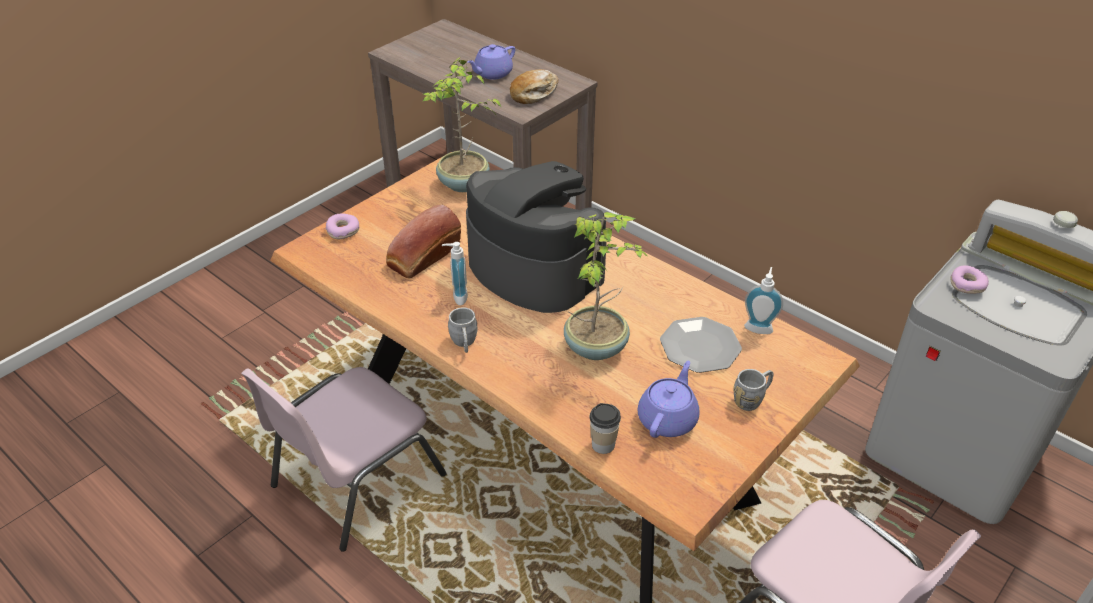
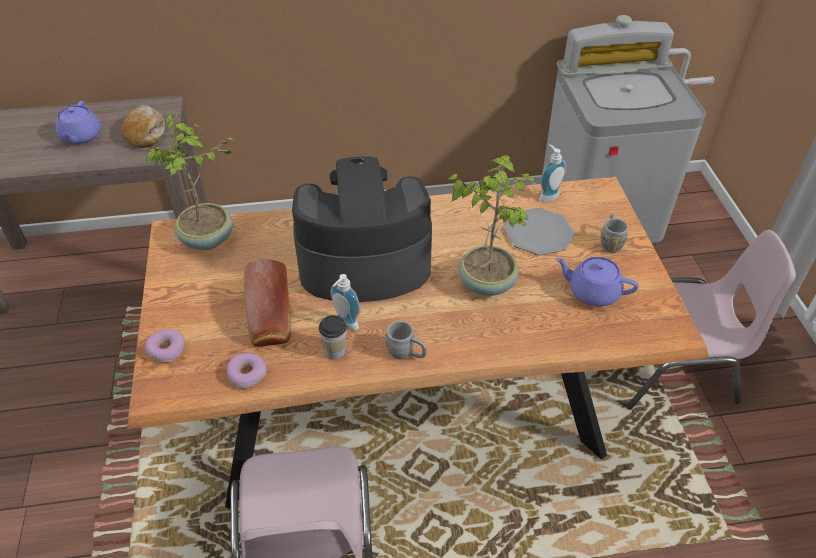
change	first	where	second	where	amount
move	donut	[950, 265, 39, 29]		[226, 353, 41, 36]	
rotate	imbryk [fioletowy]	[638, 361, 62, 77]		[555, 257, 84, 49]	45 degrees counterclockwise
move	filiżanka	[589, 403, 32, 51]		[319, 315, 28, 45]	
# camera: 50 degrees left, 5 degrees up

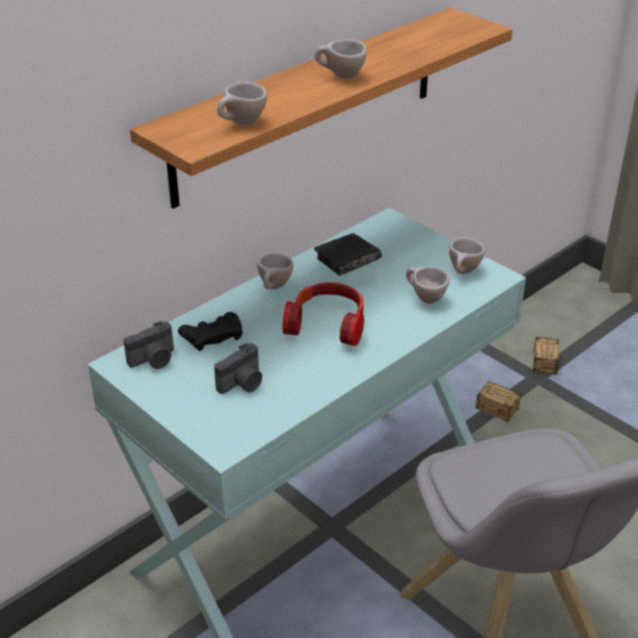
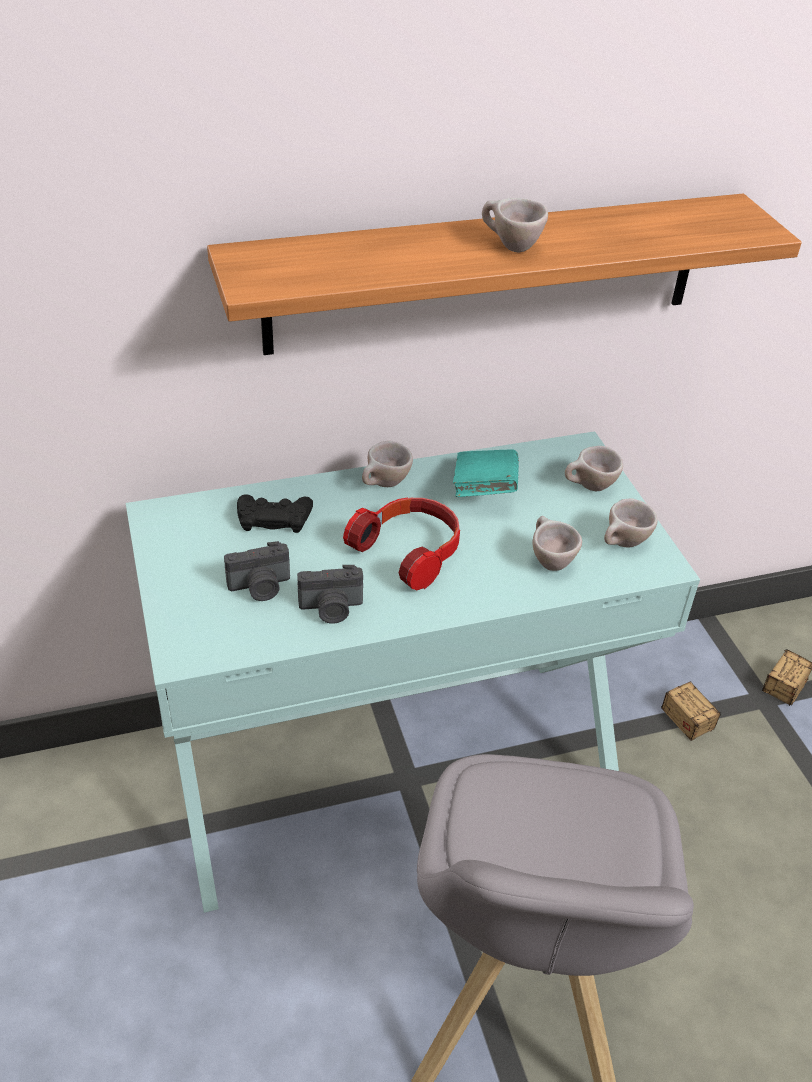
change	first	where	second	where	amount
move	filiżanka [beżowy]	[217, 82, 50, 43]		[565, 446, 58, 45]	
recolor	książka [czarny]	[314, 233, 68, 43]	książka [turkusowy]	[453, 449, 66, 48]	
move	aparat fotograficzny	[123, 321, 51, 48]		[297, 565, 66, 59]	
# camera: 25 degrees right, 5 degrees up

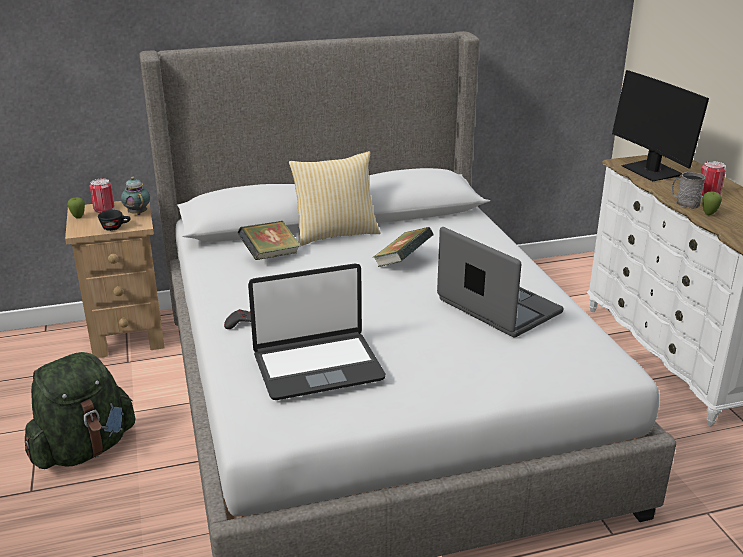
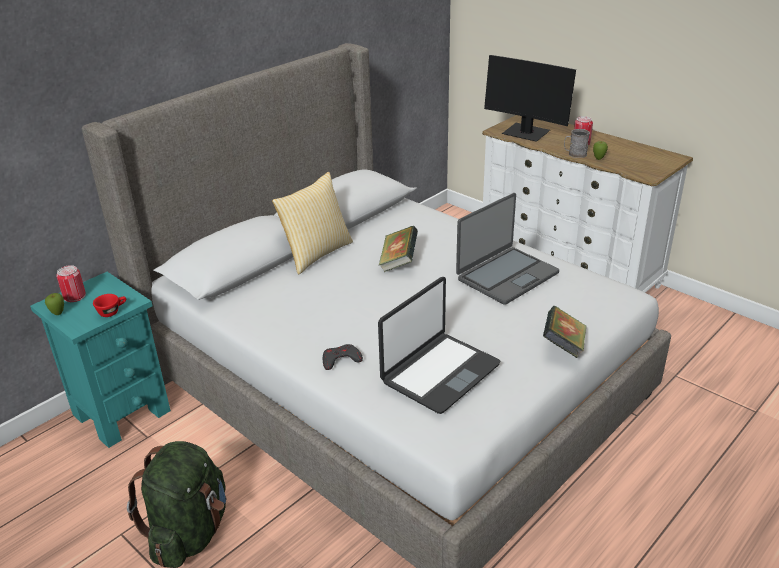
change	first	where	second	where	amount
delete	imbryk	[121, 177, 29, 38]			
recolor	szafka nocna [beżowy]	[65, 201, 100, 157]	szafka nocna [turkusowy]	[30, 272, 141, 176]	
recolor	filiżanka [czarny]	[98, 210, 32, 21]	filiżanka [czerwony]	[93, 294, 33, 23]	
move	książka	[238, 221, 63, 39]		[543, 306, 43, 52]	
rotate	laptop	[437, 227, 126, 111]		[456, 193, 103, 112]	120 degrees clockwise
# camera: 30 degrees left, 5 degrees up

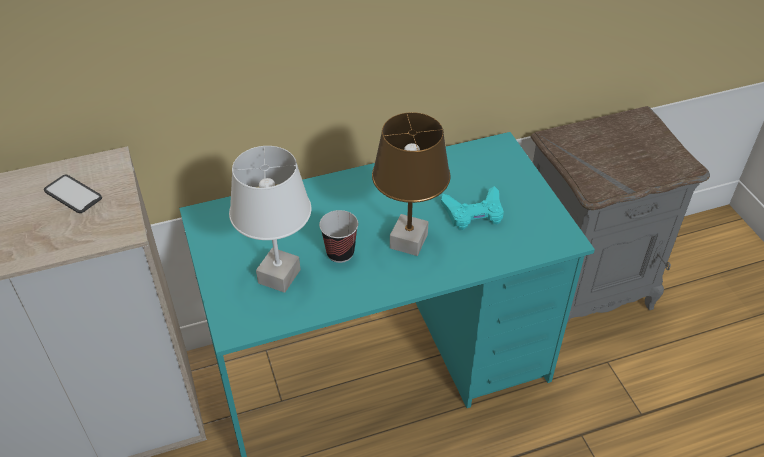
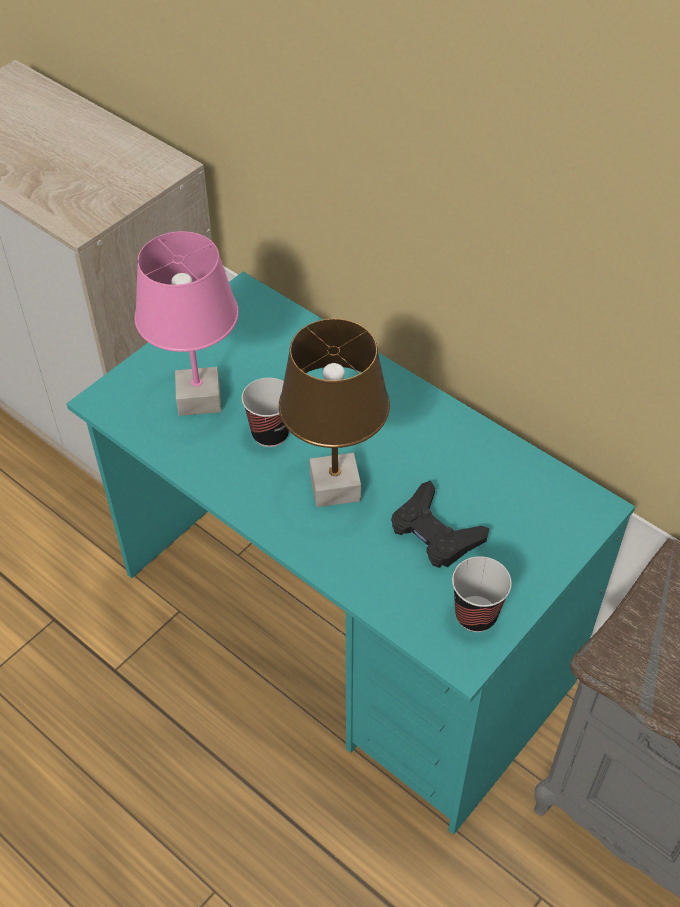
change	first	where	second	where	amount
recolor	lampa stołowa [biały]	[229, 146, 83, 147]	lampa stołowa [różowy]	[135, 231, 104, 185]	
delete	telefon	[44, 175, 58, 38]			
recolor	pad do gier [turkusowy]	[441, 186, 63, 44]	pad do gier [czarny]	[391, 481, 98, 87]	
insert			filiżanka	[452, 556, 60, 76]	
# camera: 60 degrees right, 5 degrees up

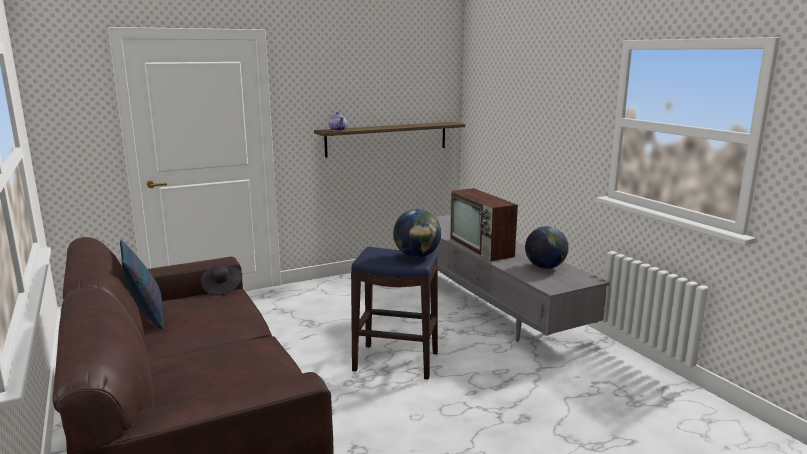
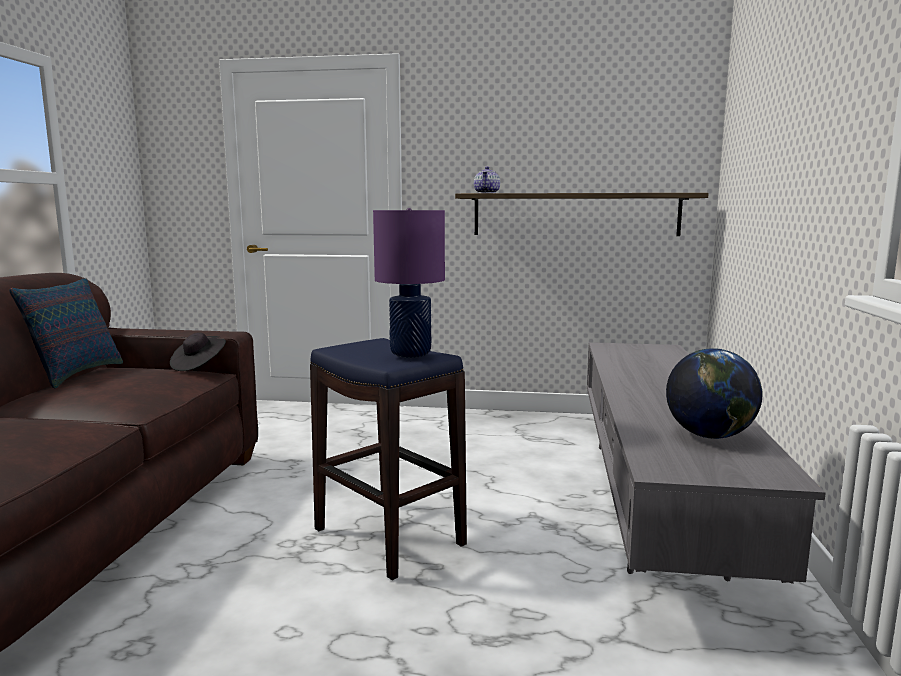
change	first	where	second	where	amount
delete	telewizor	[450, 188, 68, 73]			
replace	globus	[393, 209, 48, 49]	lampa stołowa [fioletowy]	[373, 208, 72, 150]	
# camera: 35 degrees right, 5 degrees down

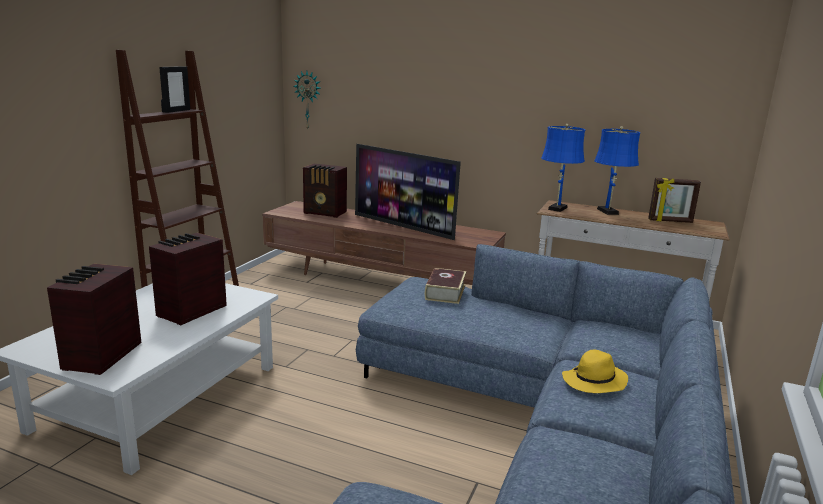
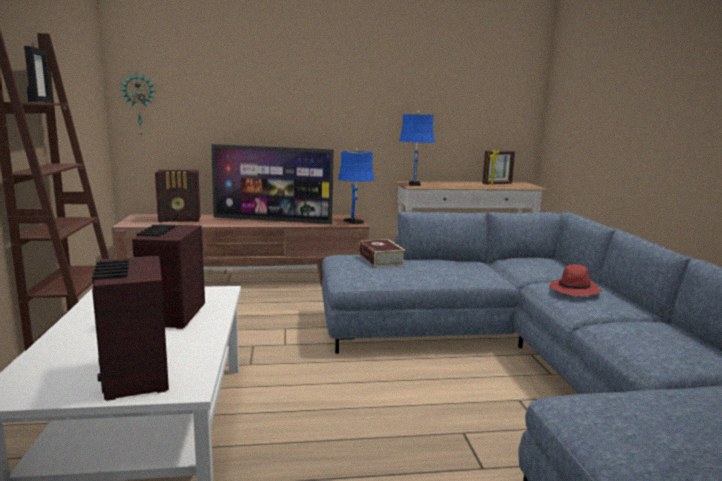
change	first	where	second	where	amount
move	lampa stołowa [niebieski]	[594, 126, 46, 89]		[338, 148, 37, 77]	
recolor	kapelusz [żółty]	[562, 350, 66, 43]	kapelusz [czerwony]	[549, 264, 53, 32]	
# camera: 30 degrees left, 5 degrees down

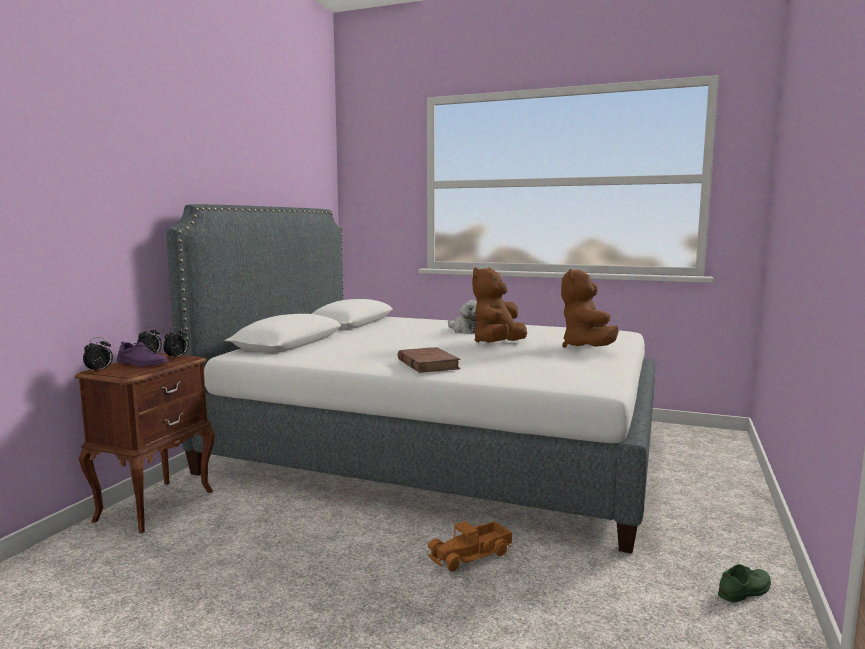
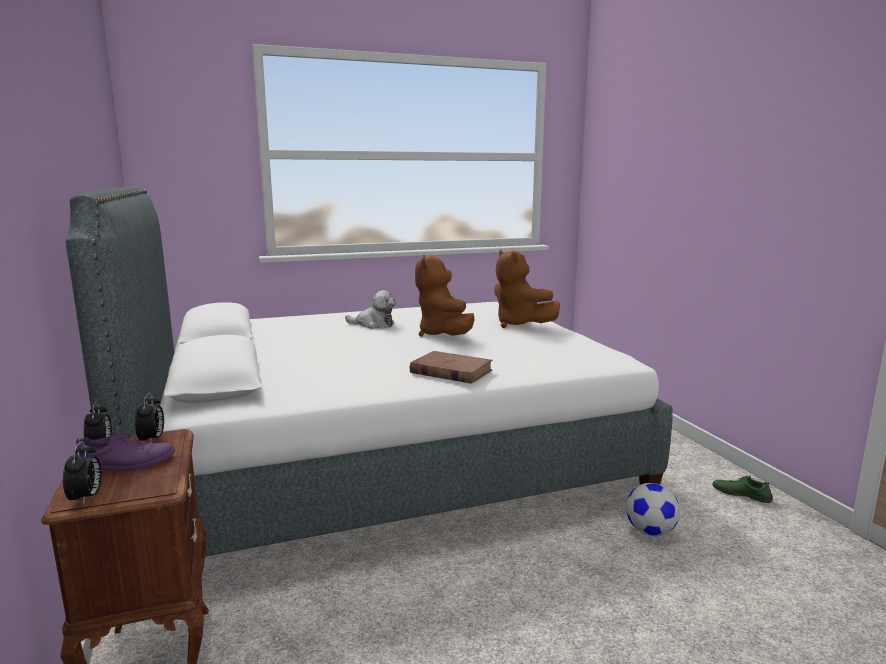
change	first	where	second	where	amount
delete	ciężarówka zabawkowa	[428, 521, 84, 50]			
rotate	but [zielony]	[718, 564, 53, 38]		[712, 476, 61, 27]	75 degrees counterclockwise
insert			piłka futbolowa	[626, 483, 54, 53]	
# camera: 40 degrees left, 5 degrees up

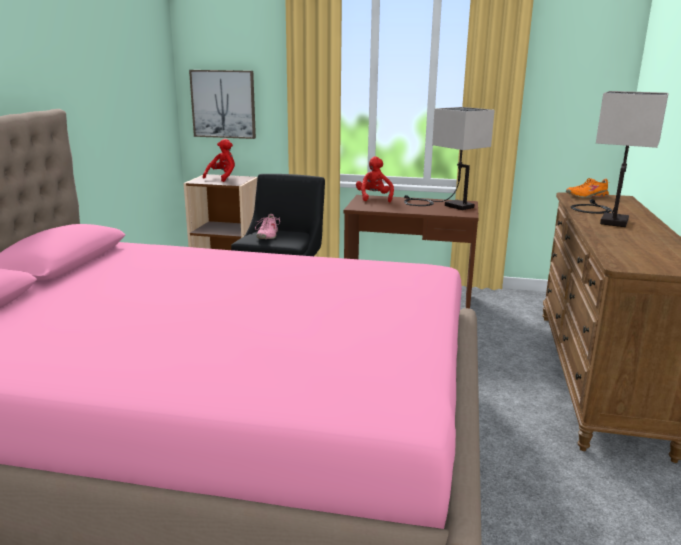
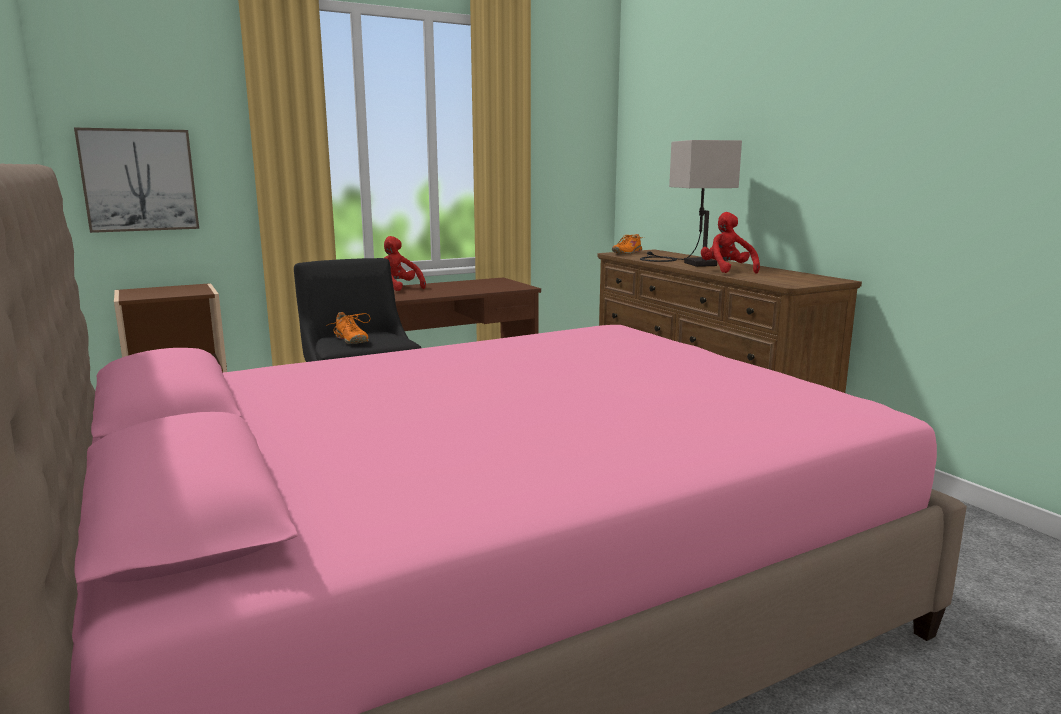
change	first	where	second	where	amount
delete	lampa stołowa	[404, 107, 91, 103]			
move	pluszak [czerwony]	[203, 139, 32, 43]		[701, 212, 59, 61]	
recolor	but [różowy]	[255, 214, 25, 25]	but [pomarańczowy]	[326, 312, 45, 32]	
# camera: 40 degrees left, 5 degrees down

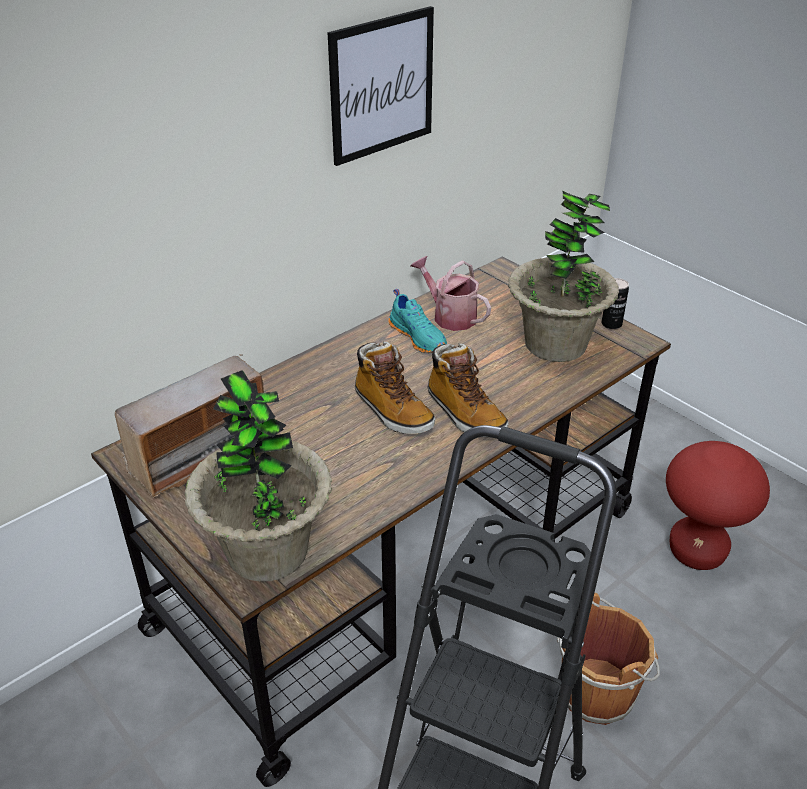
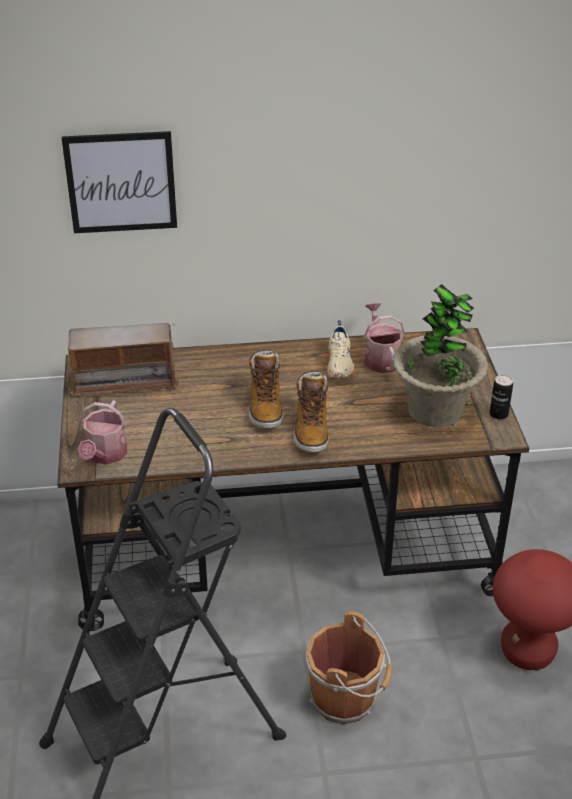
change	first	where	second	where	amount
move	obraz	[327, 6, 107, 160]		[62, 131, 115, 102]	
recolor	but [turkusowy]	[388, 289, 59, 64]	but [beżowy]	[327, 320, 27, 58]	
replace	roślina doniczkowa	[185, 370, 147, 212]	konewka	[77, 400, 50, 65]	
# camera: 35 degrees right, 0 degrees up

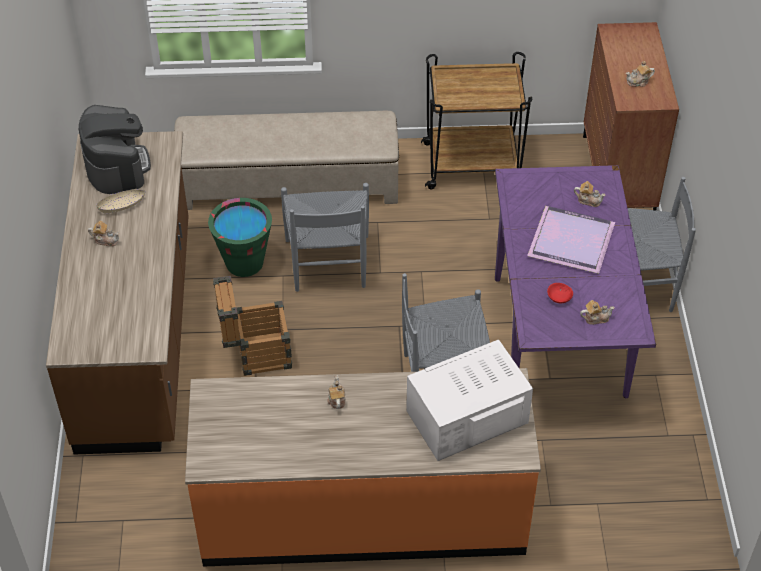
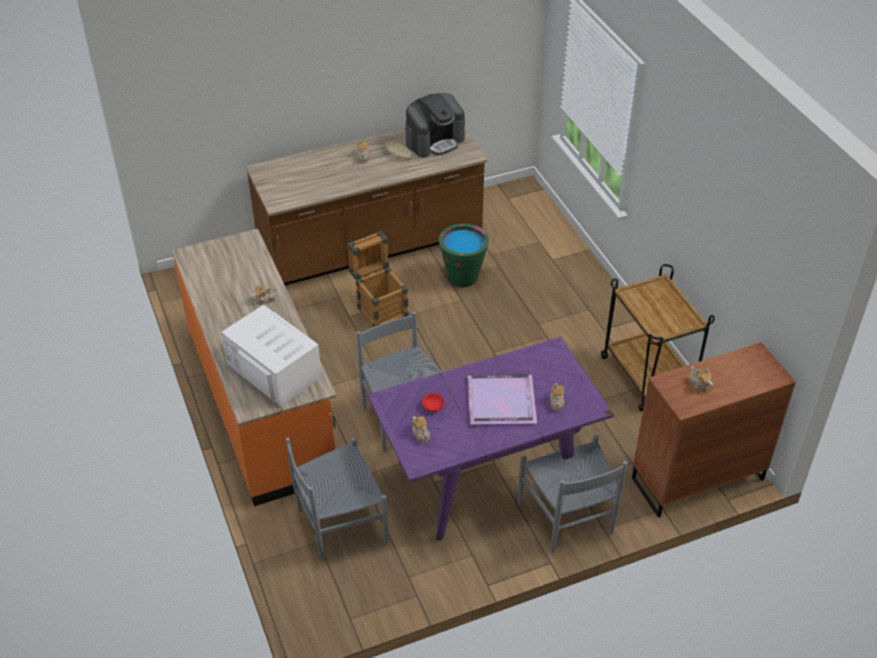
change	first	where	second	where	amount
delete	ławka [beżowy]	[174, 111, 225, 99]			
move	krzesło [szary]	[281, 183, 88, 109]		[286, 437, 102, 124]	
# camera: 70 degrees right, 5 degrees down

